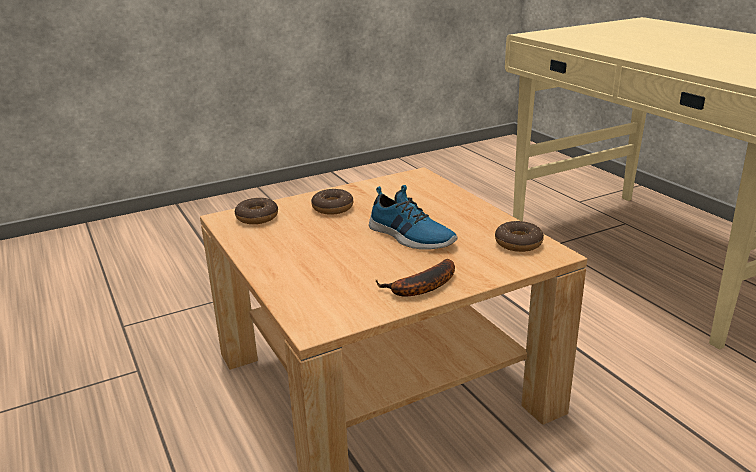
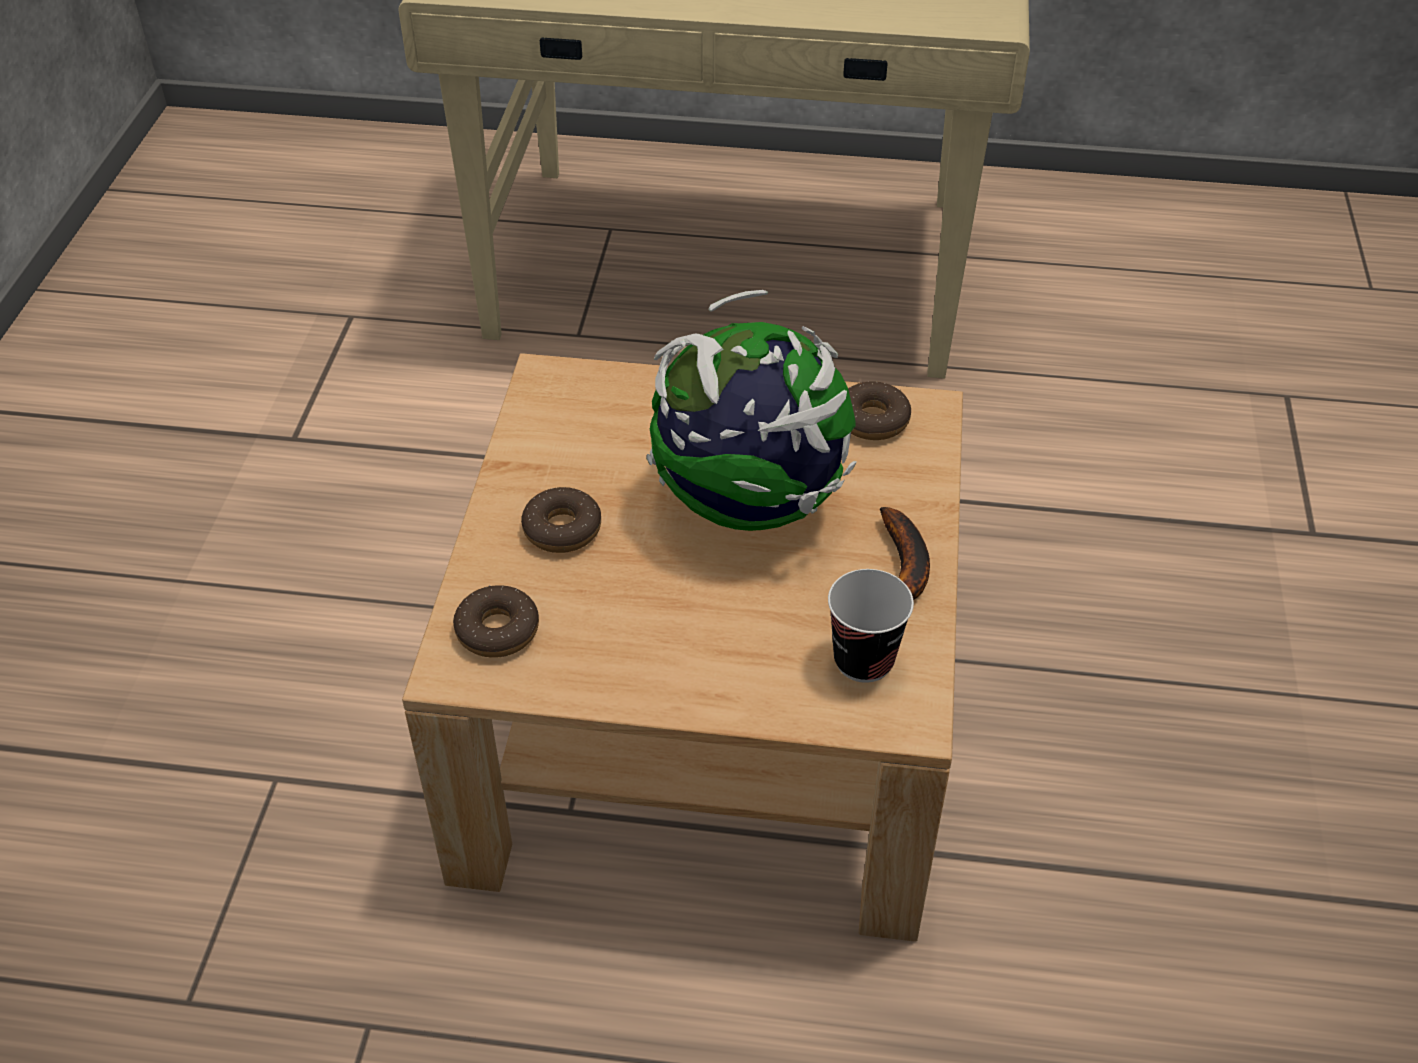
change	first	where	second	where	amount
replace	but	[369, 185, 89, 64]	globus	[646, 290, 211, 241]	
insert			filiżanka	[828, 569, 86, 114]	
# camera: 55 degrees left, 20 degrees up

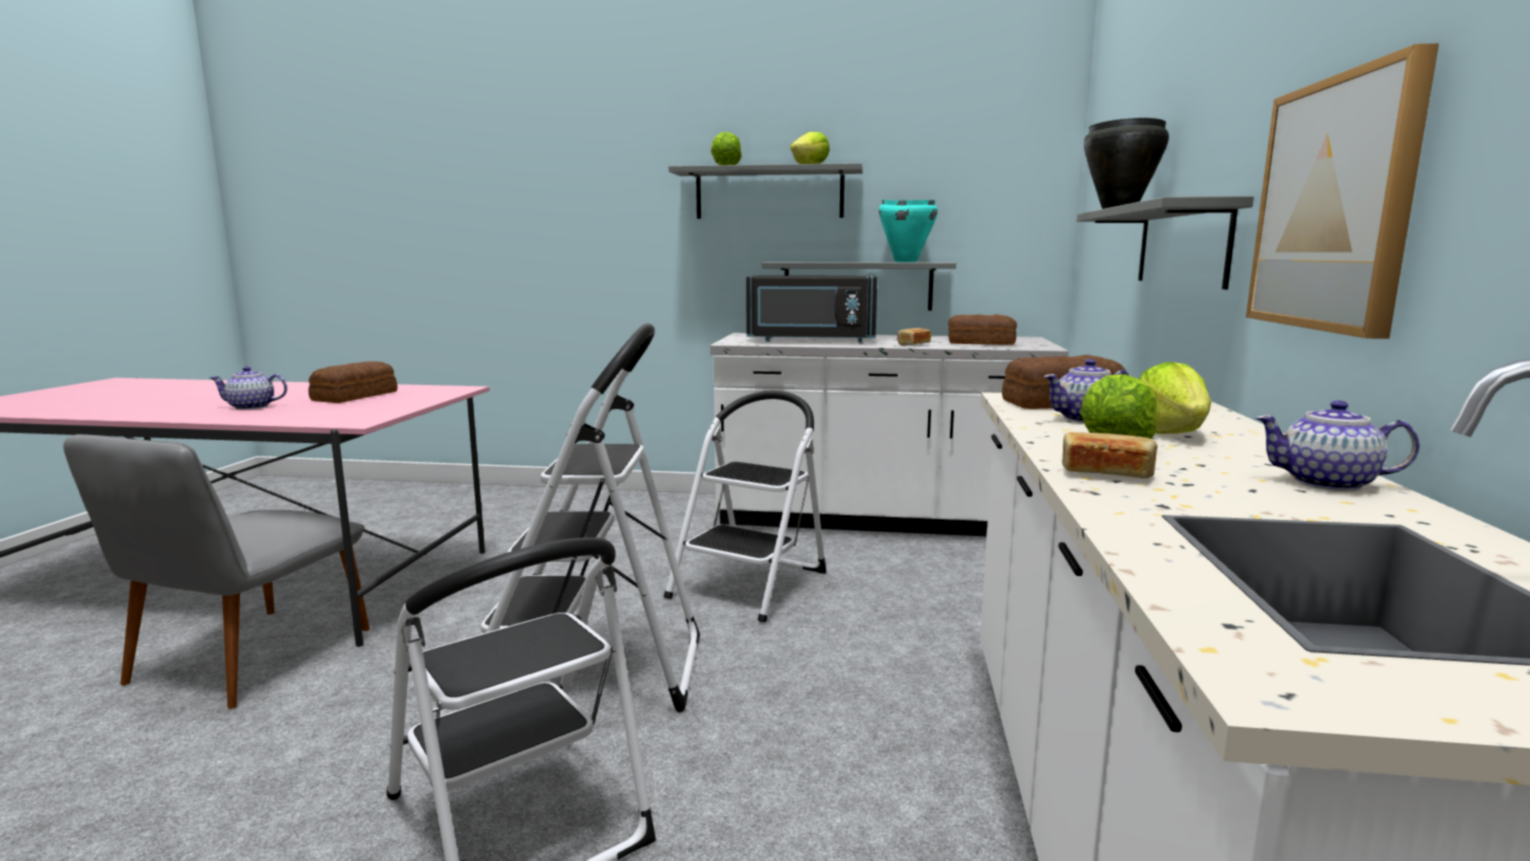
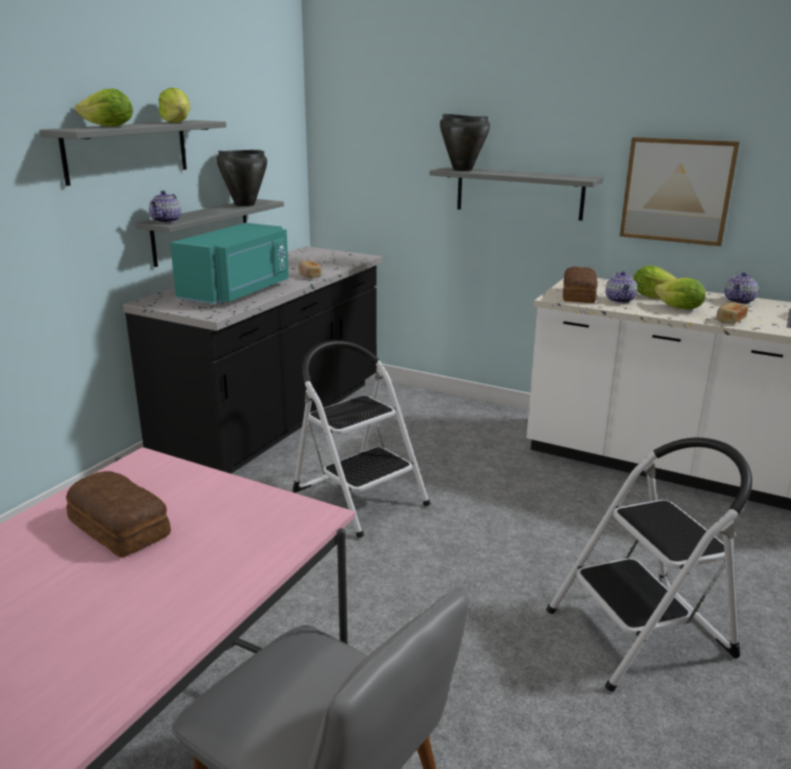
change	first	where	second	where	amount
recolor	garnek [turkusowy]	[879, 199, 59, 63]	garnek [czarny]	[217, 150, 50, 57]	
recolor	mikrofalówka [czarny]	[746, 275, 131, 68]	mikrofalówka [turkusowy]	[170, 223, 119, 81]	
delete	chleb	[948, 314, 69, 31]			
delete	drabinka	[481, 323, 219, 389]			
recolor	zabudowa kuchenna [biały]	[710, 333, 359, 203]	zabudowa kuchenna [czarny]	[123, 246, 260, 228]	
move	imbryk	[210, 366, 77, 44]		[149, 191, 32, 32]	
# camera: 70 degrees left, 10 degrees up

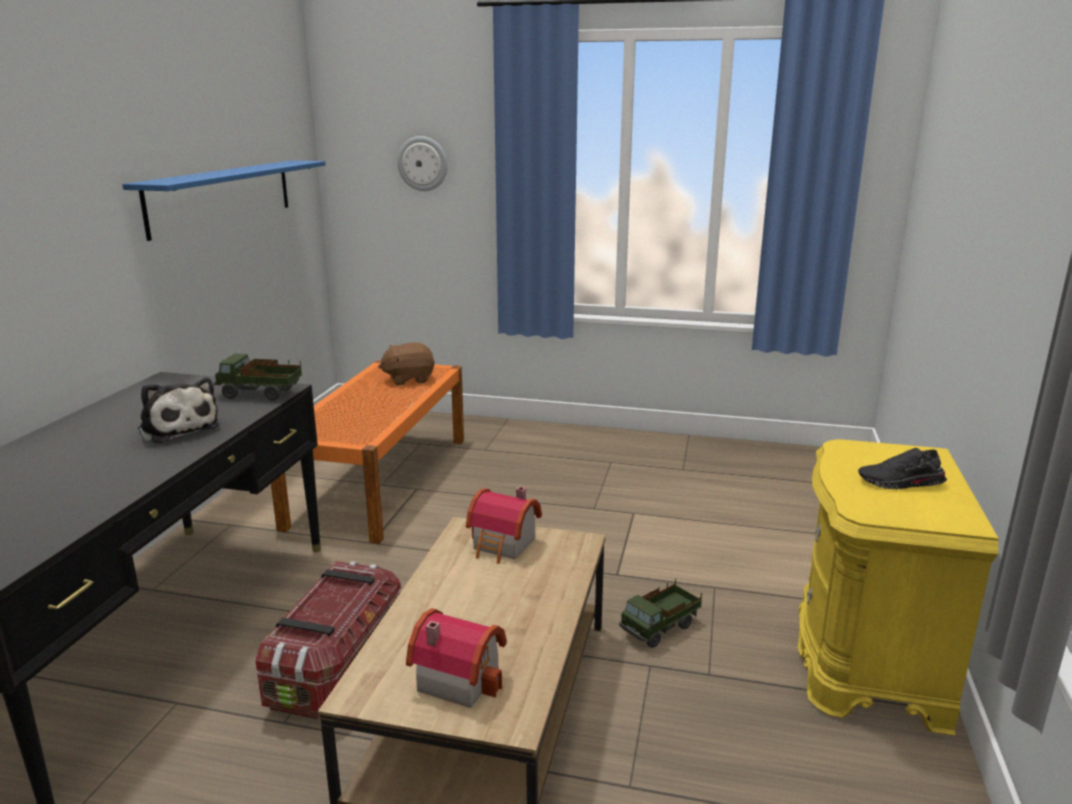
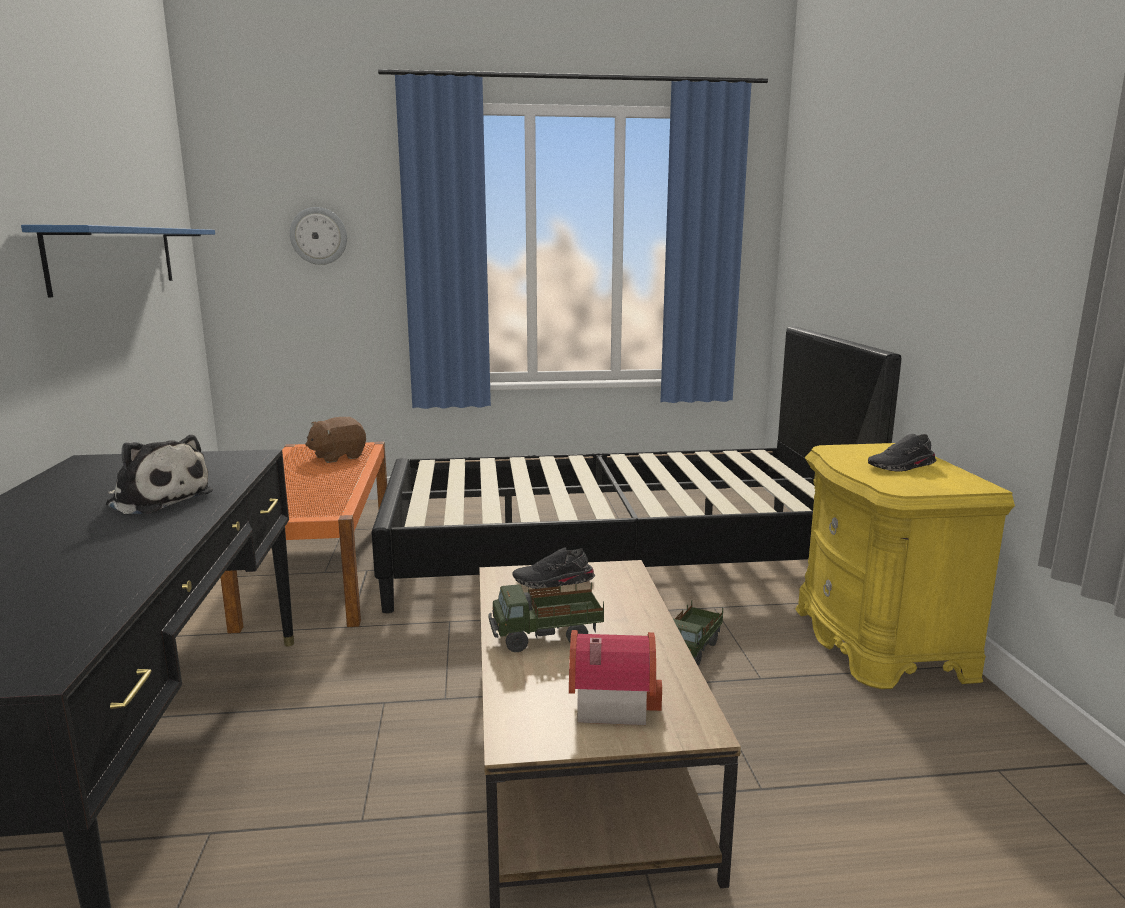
change	first	where	second	where	amount
move	ciężarówka zabawkowa	[214, 354, 88, 47]		[489, 582, 115, 70]	
replace	domek	[466, 486, 76, 78]	but [czarny]	[512, 547, 83, 42]	
delete	pojemnik do przechowywania	[255, 561, 146, 158]			
insert			łóżko [czarny]	[371, 326, 530, 287]	
# camera: 20 degrees left, 5 degrees down

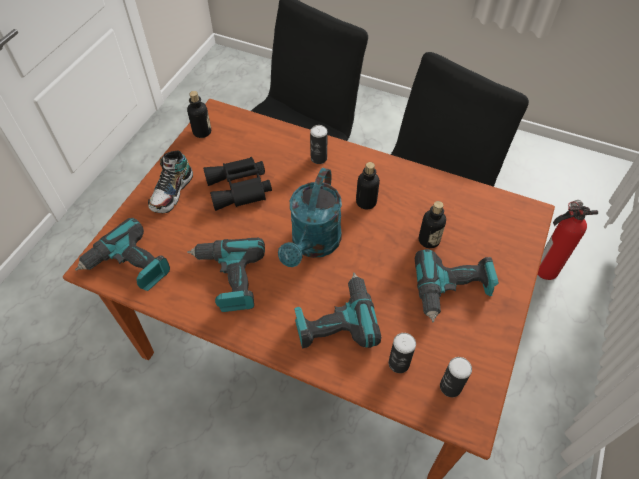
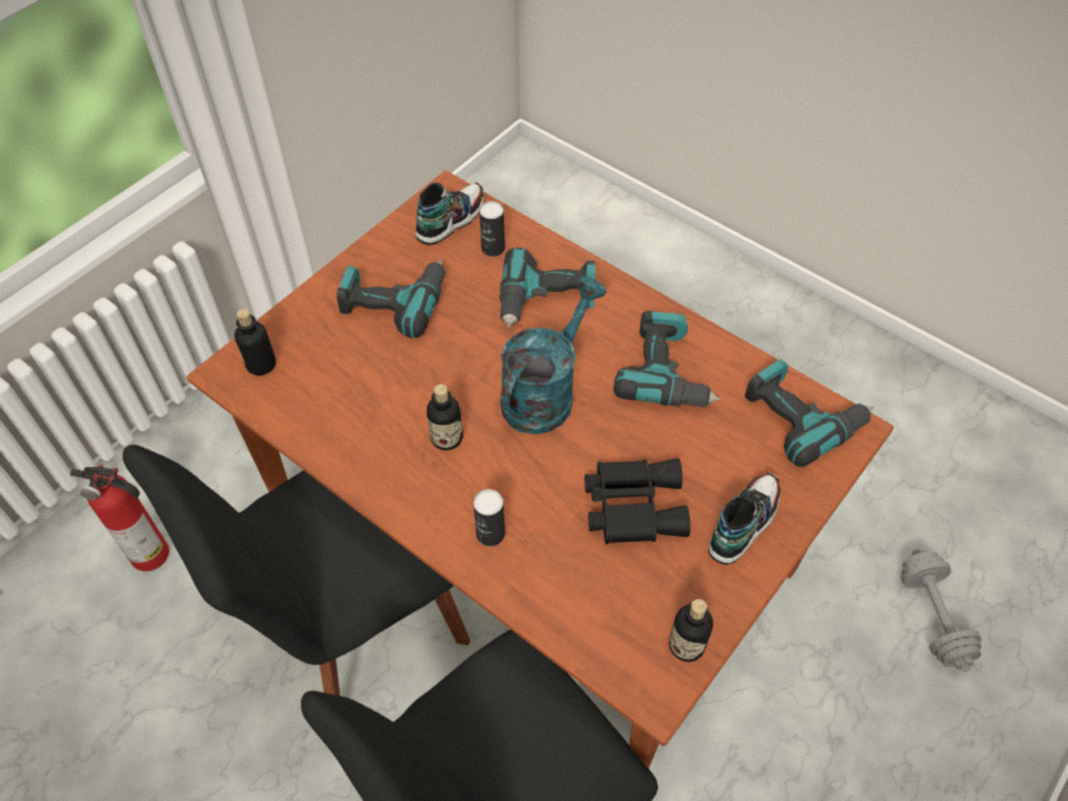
change	first	where	second	where	amount
move	butelka	[419, 201, 27, 47]		[235, 309, 41, 66]	
replace	puszka	[440, 357, 32, 40]	but	[416, 182, 68, 63]	
insert			hantel [szary]	[901, 549, 81, 123]	
# camera: 165 degrees left, 0 degrees up

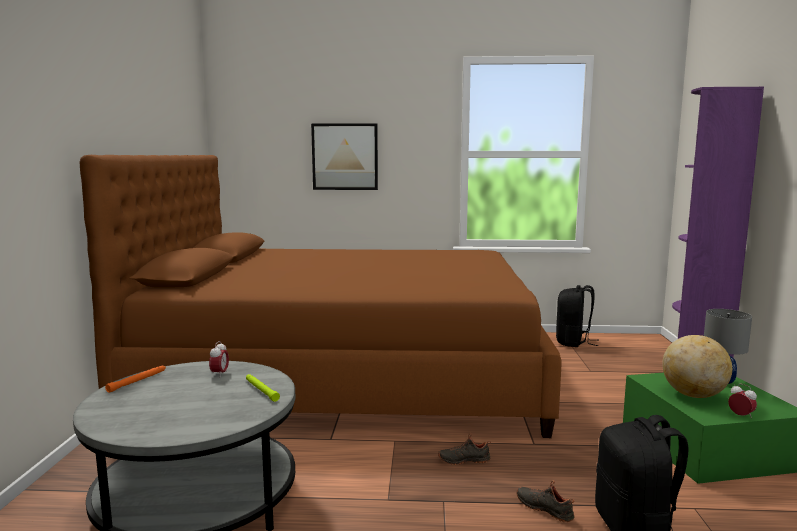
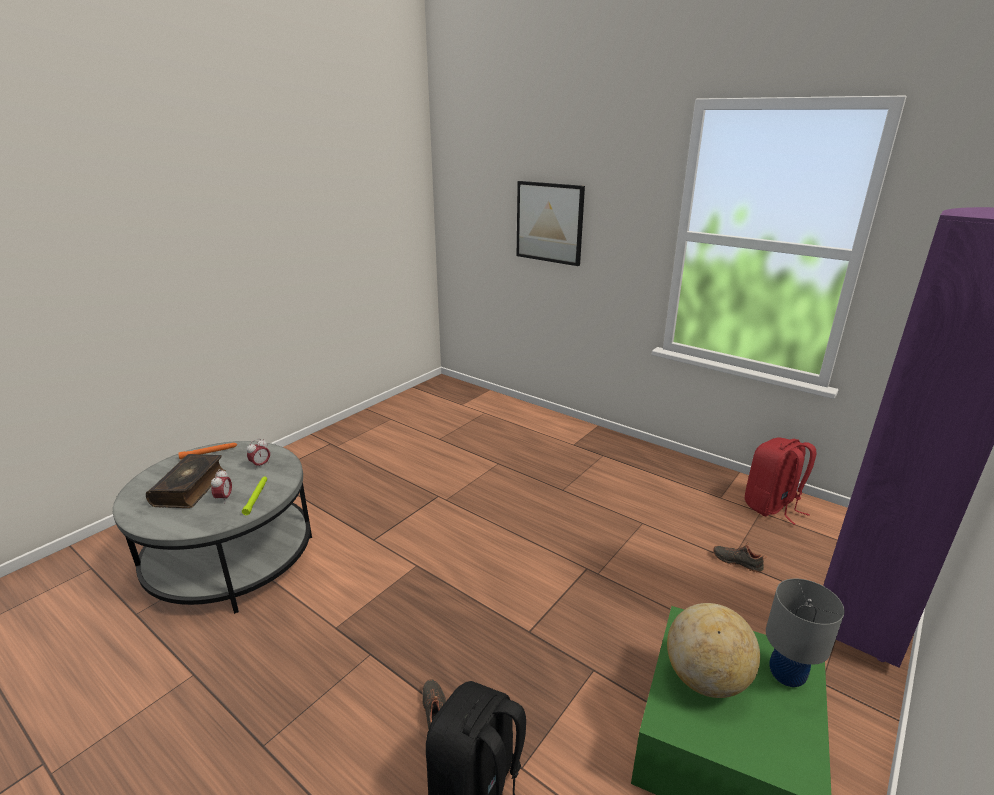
change	first	where	second	where	amount
delete	łóżko [brązowy]	[79, 155, 482, 283]			
recolor	plecak [czarny]	[556, 285, 42, 62]	plecak [czerwony]	[745, 437, 71, 88]	
move	budzik	[728, 384, 29, 34]		[211, 469, 21, 34]	
move	but [czarny]	[438, 433, 53, 32]		[713, 542, 54, 30]	
insert			książka	[146, 454, 80, 54]	
# camera: 35 degrees right, 15 degrees up

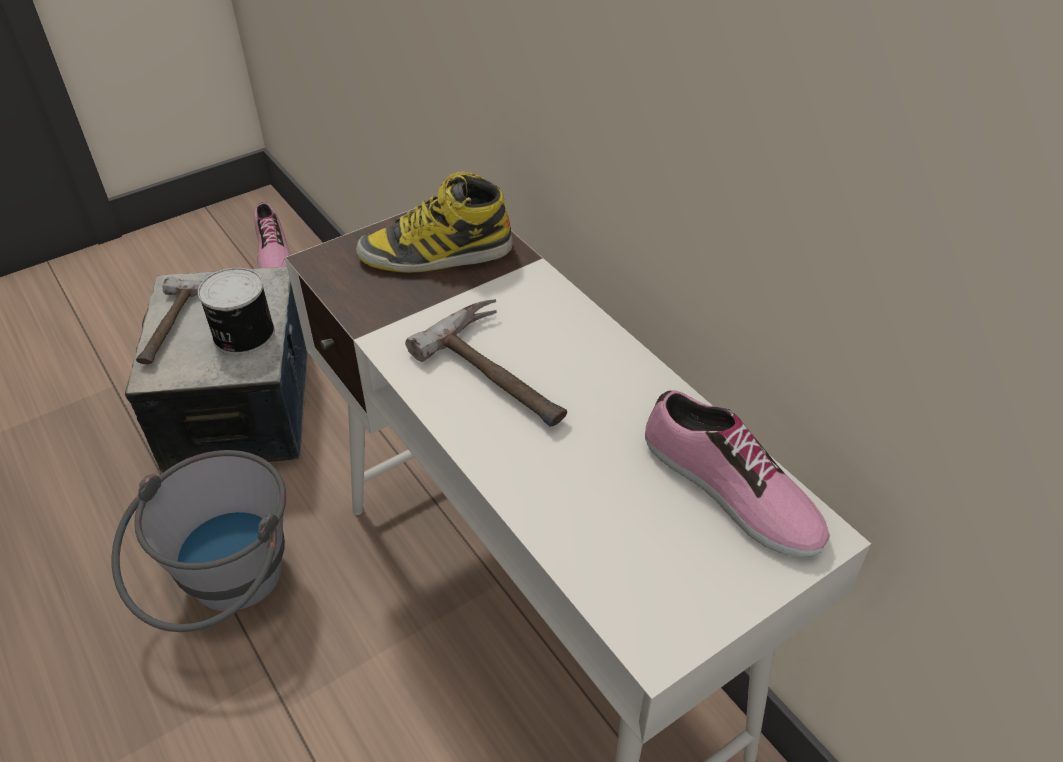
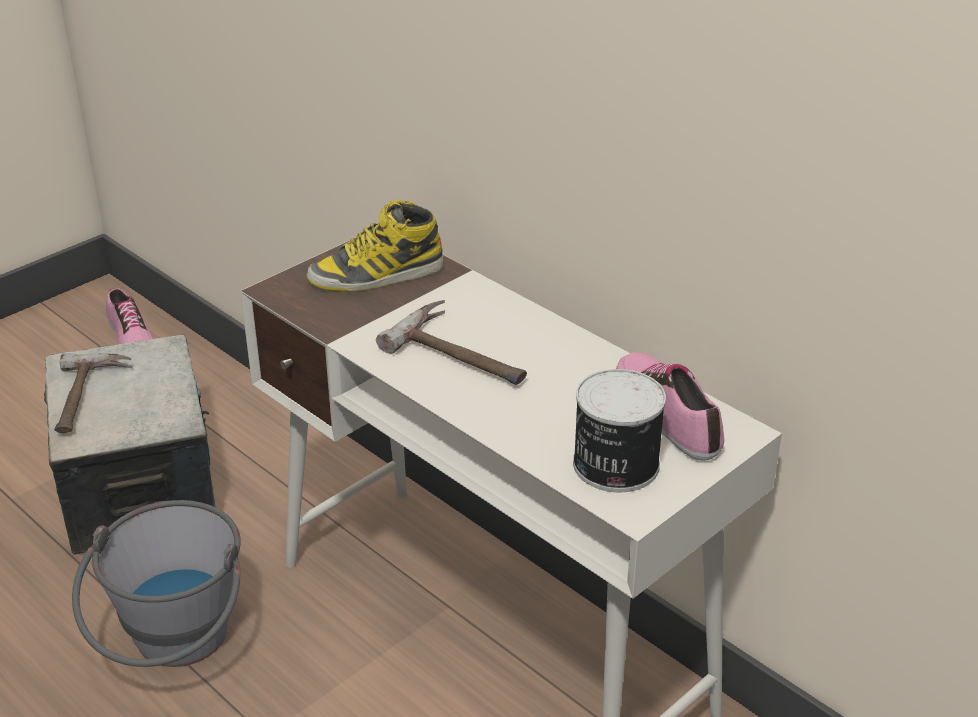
change	first	where	second	where	amount
move	puszka	[198, 268, 77, 87]		[573, 369, 93, 123]	
rotate	but	[645, 390, 185, 167]		[616, 352, 109, 109]	150 degrees counterclockwise
# camera: 10 degrees left, 10 degrees down

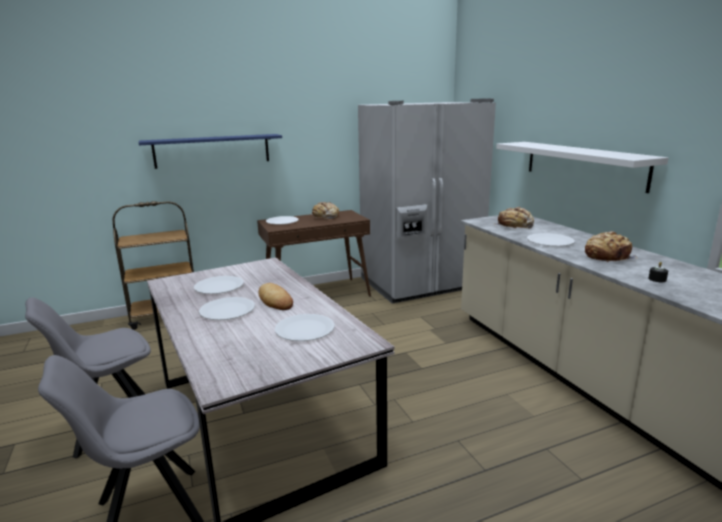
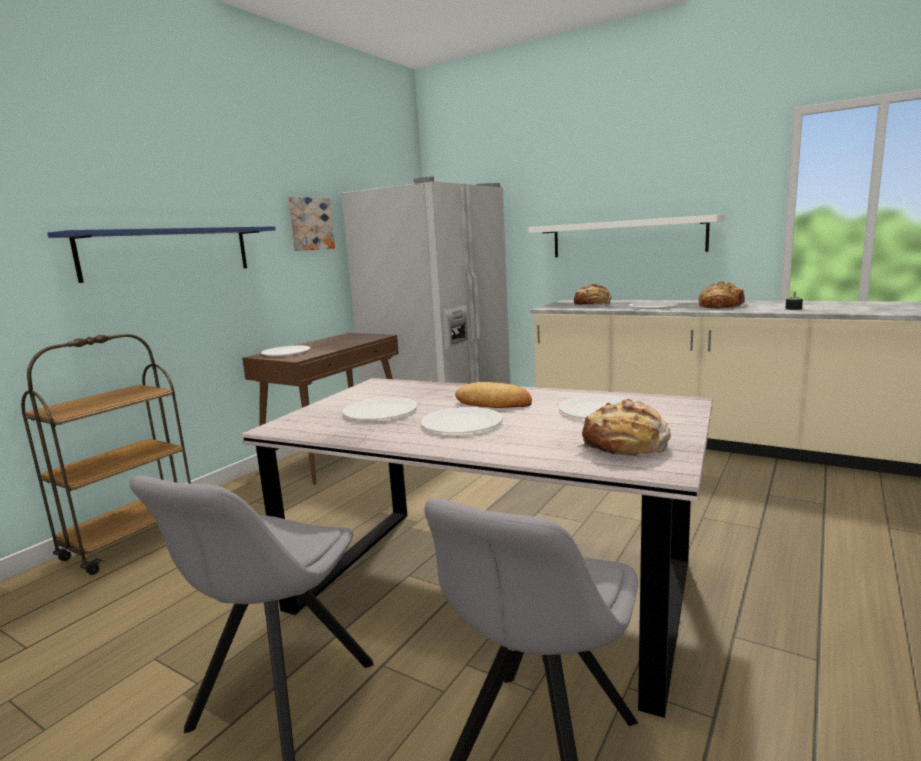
change	first	where	second	where	amount
move	chleb	[310, 202, 29, 17]		[575, 399, 96, 59]	
insert			obraz	[288, 197, 47, 54]	
# camera: 35 degrees left, 5 degrees down

